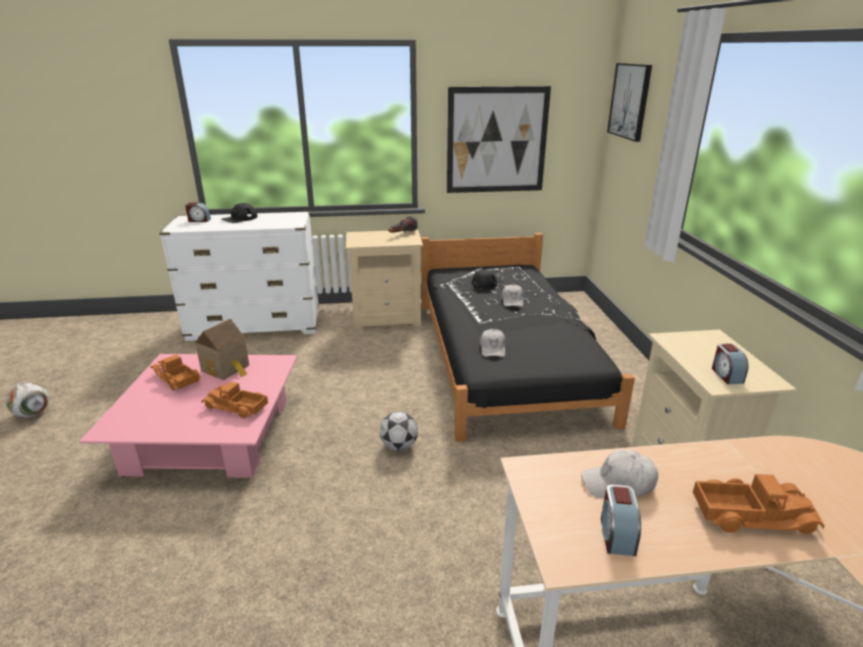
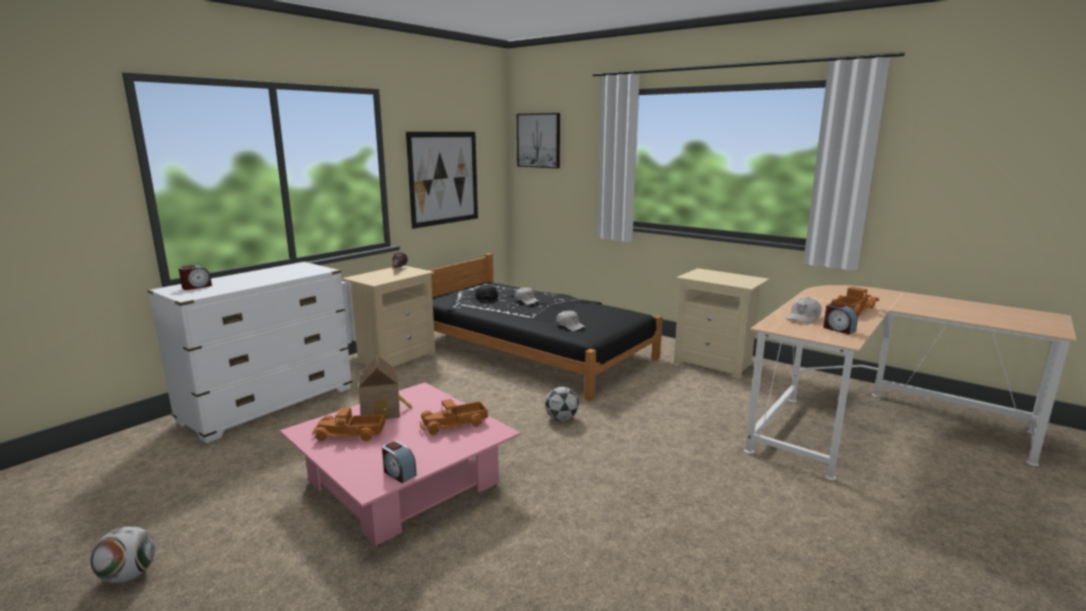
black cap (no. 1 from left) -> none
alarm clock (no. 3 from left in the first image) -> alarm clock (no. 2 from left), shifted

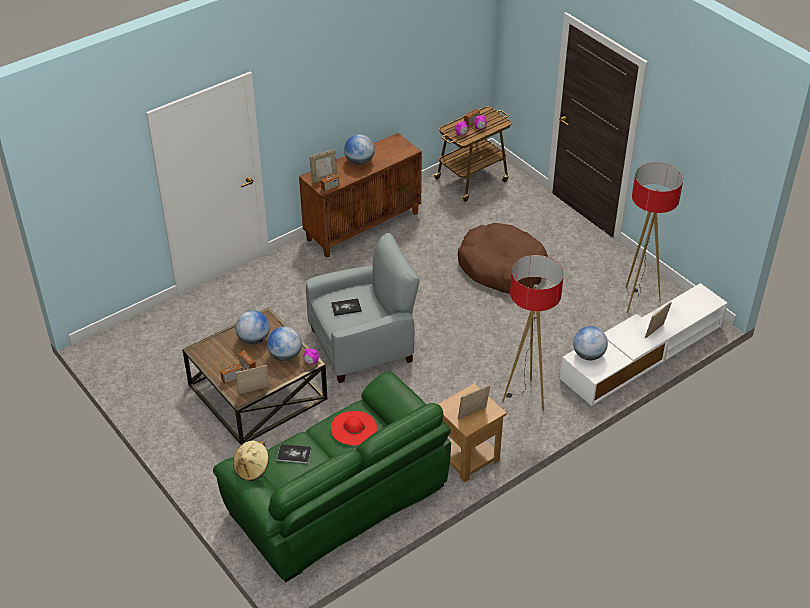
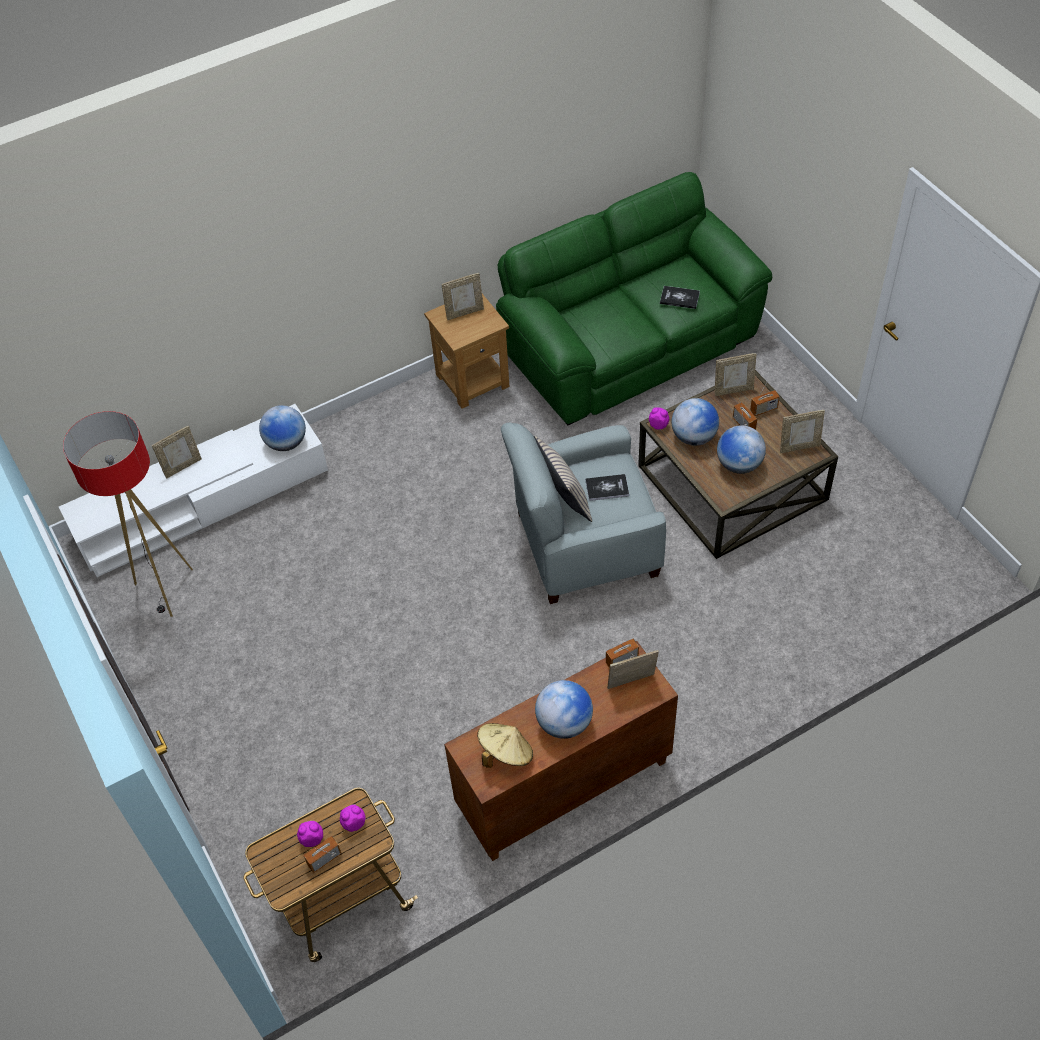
red hat -> none
brown dog bed -> none
floor lamp (no. 1 from left) -> none
none -> beige pillow
none -> picture frame (no. 5 from left)
beige hat, shifted

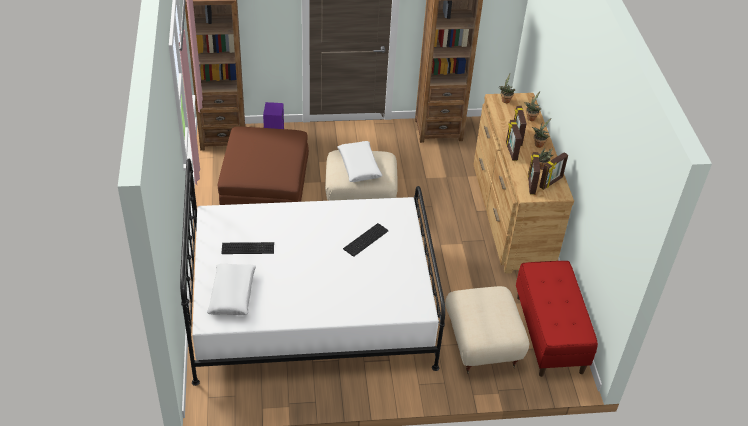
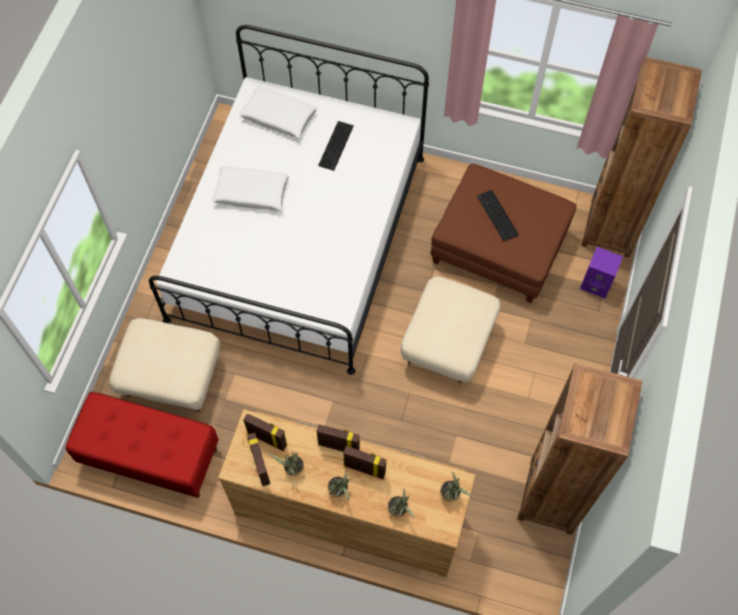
white pillow (no. 2 from left in the first image) -> white pillow (no. 1 from left), shifted
keyboard (no. 2 from left), shifted

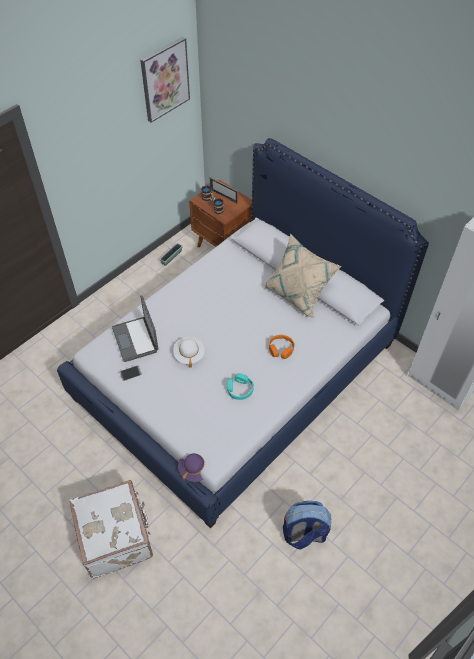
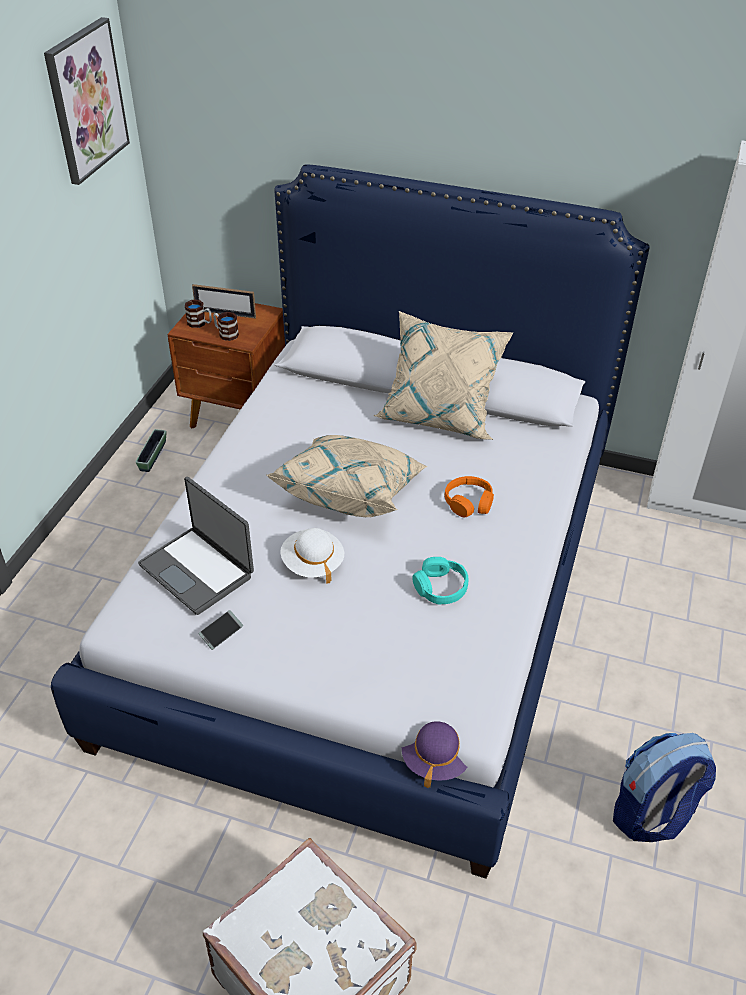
none -> beige pillow (no. 1 from left)

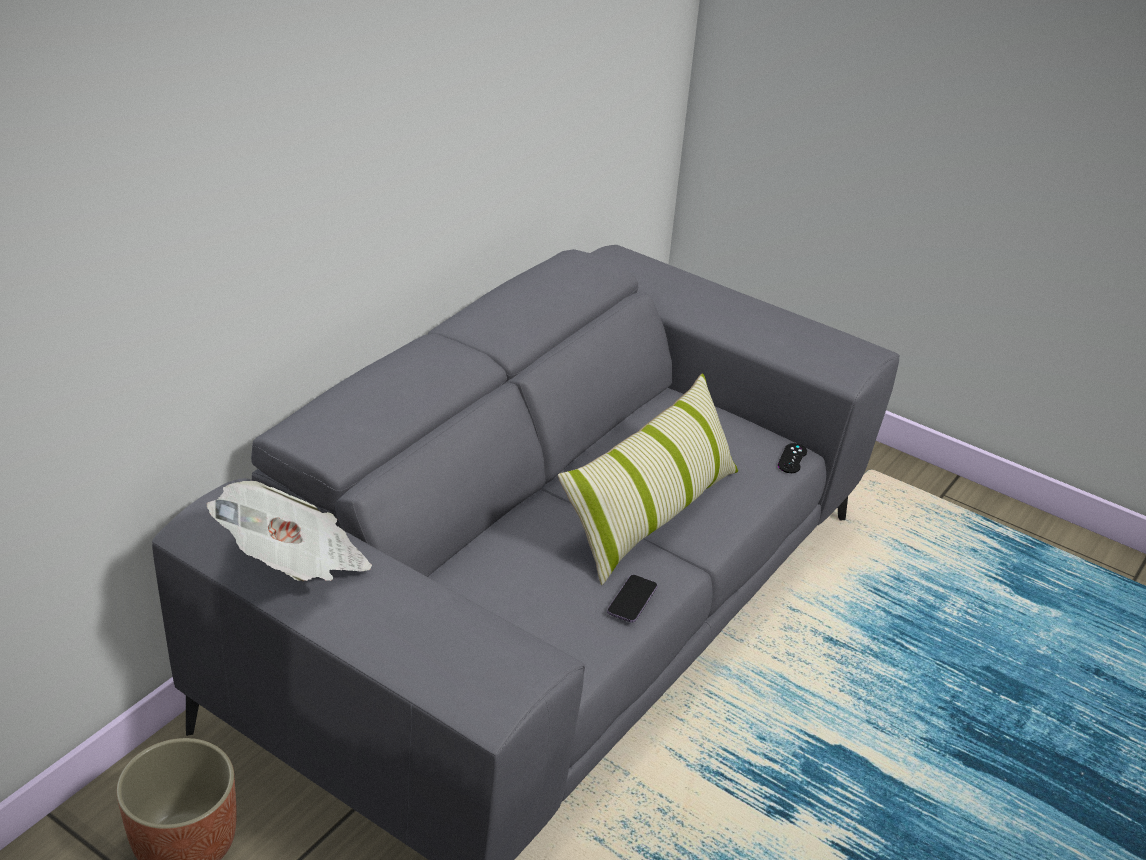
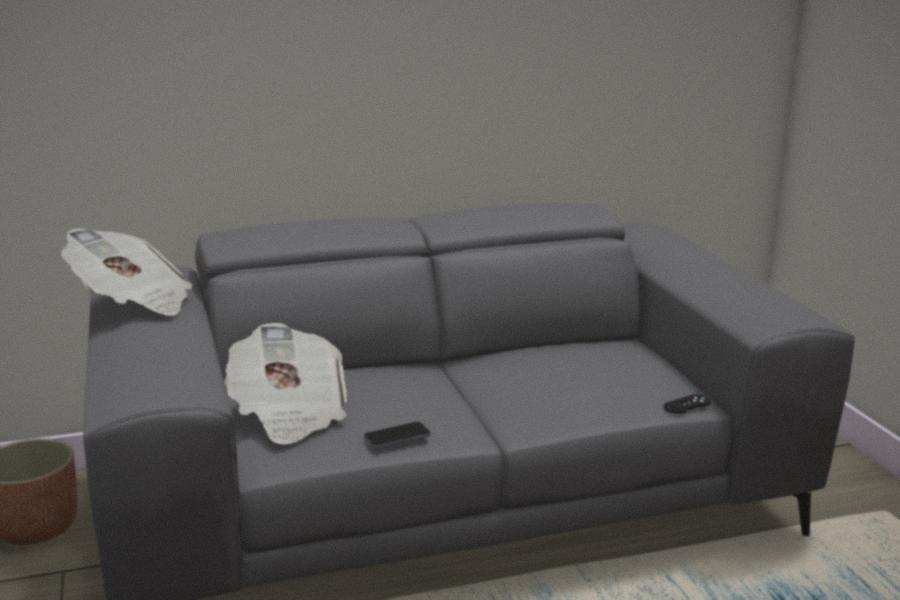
pillow -> none
none -> newspaper (no. 2 from left)

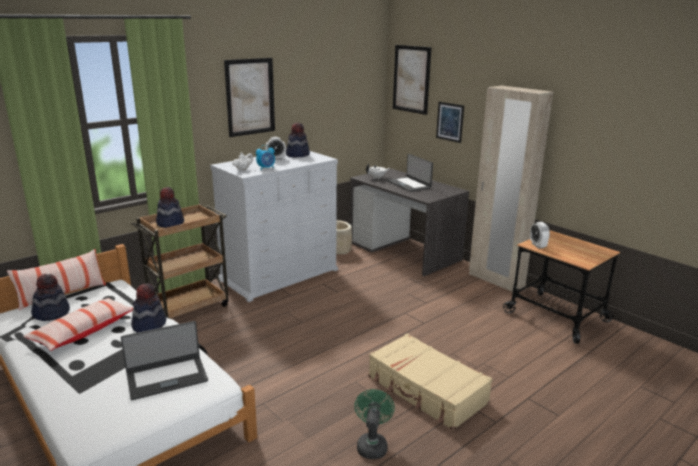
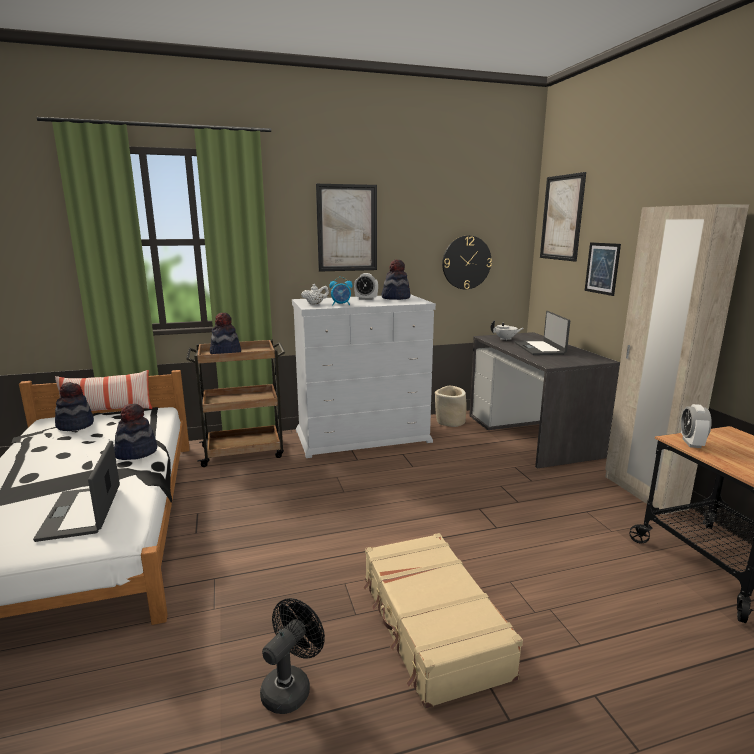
pillow (no. 2 from left) -> none
none -> wall clock
green fan -> black fan
laptop (no. 1 from left), 75 degrees clockwise

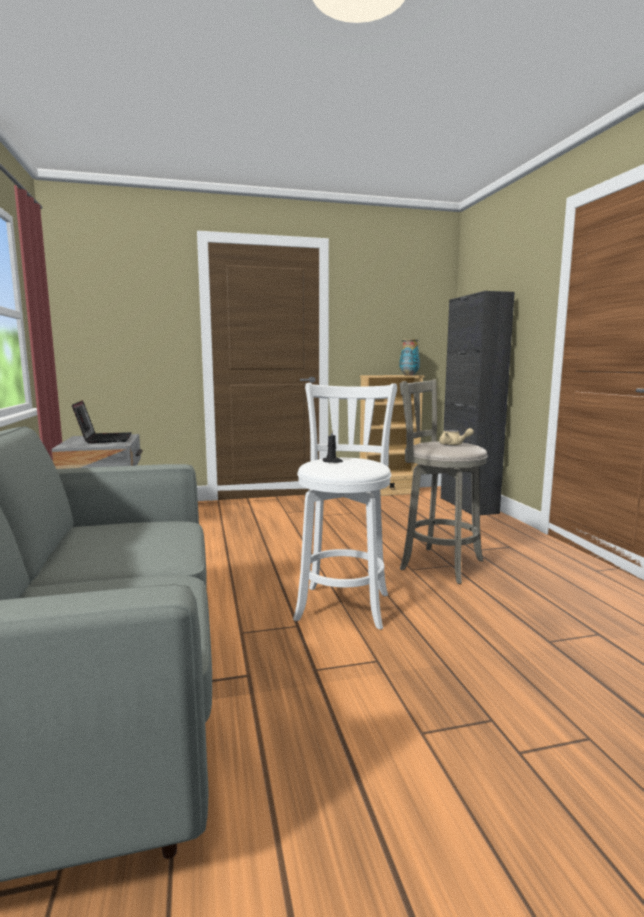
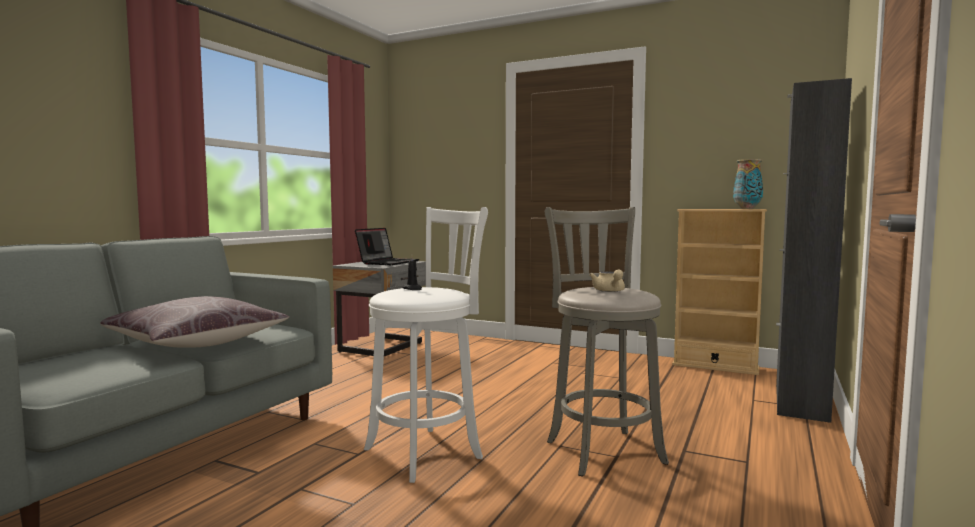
none -> brown pillow

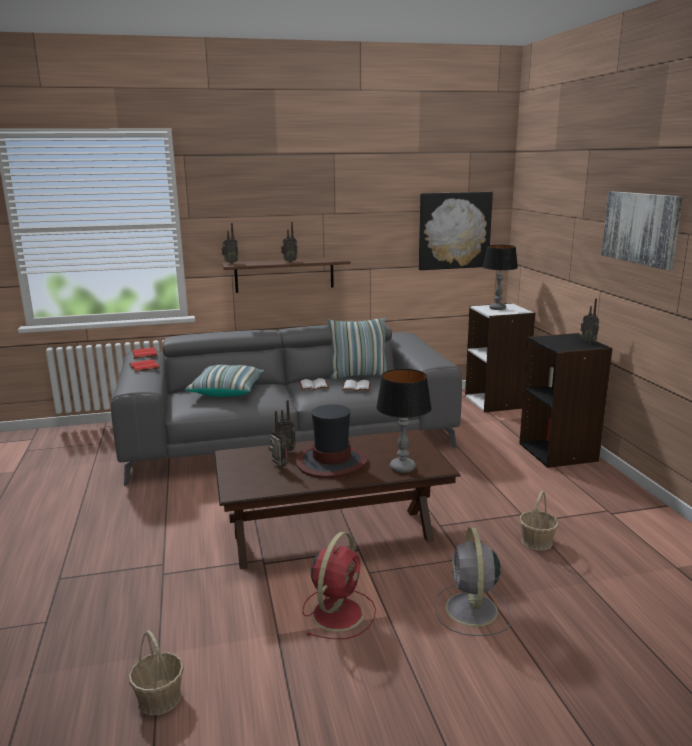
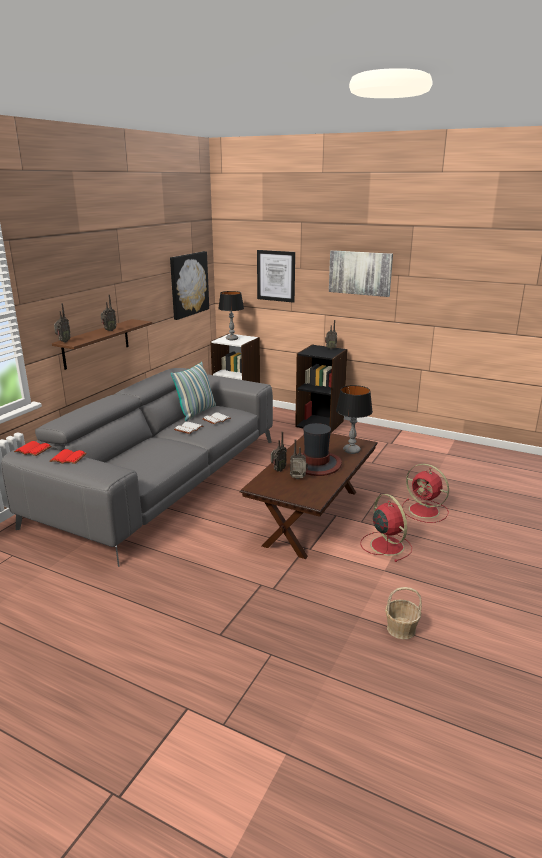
pillow (no. 1 from left) -> none
basket (no. 2 from left) -> none
none -> picture (no. 2 from left)
grey fan -> red fan (no. 2 from left)

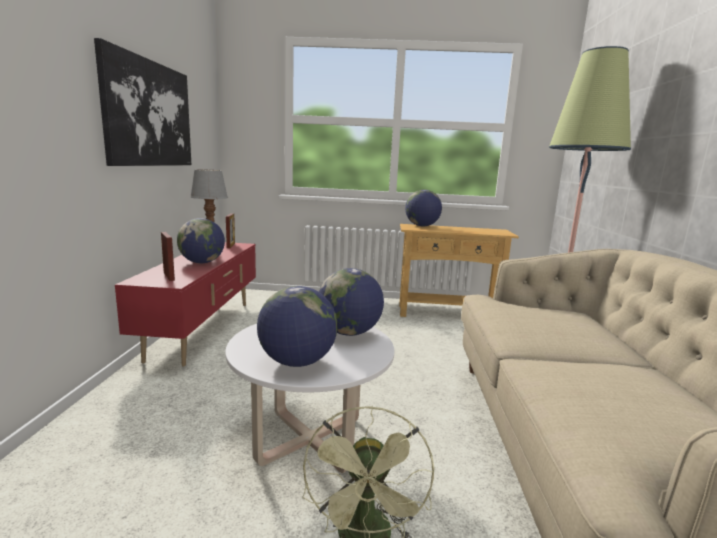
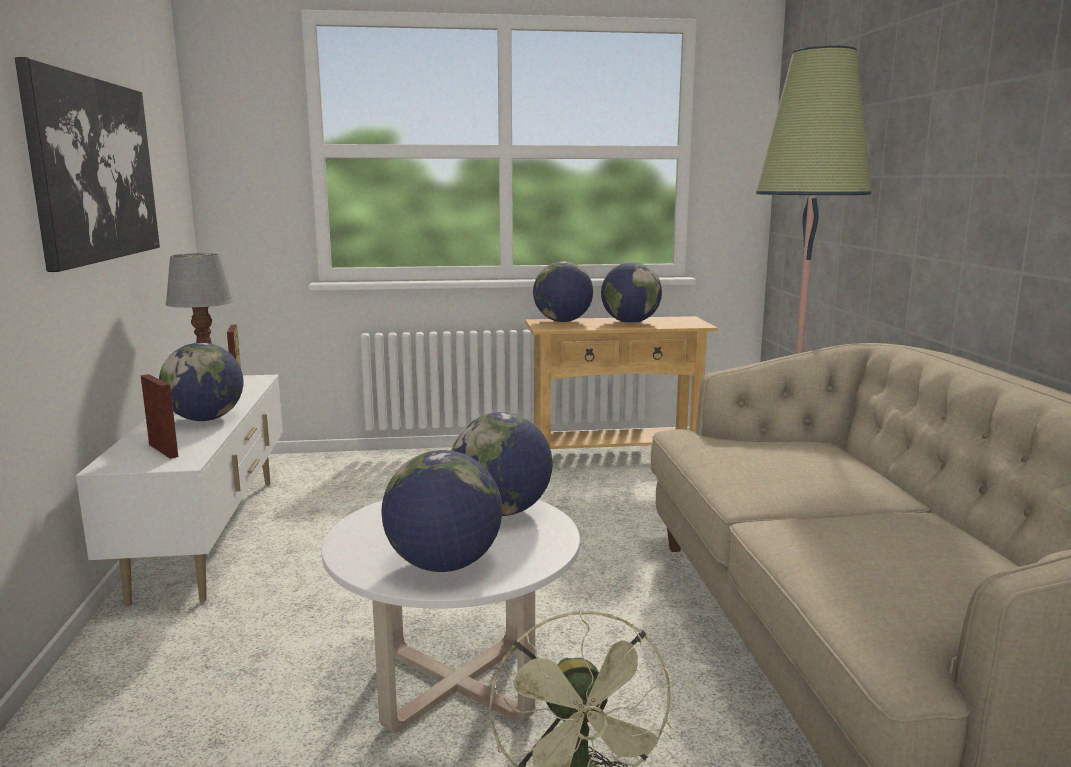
none -> globe (no. 5 from left)
red tv stand -> white tv stand

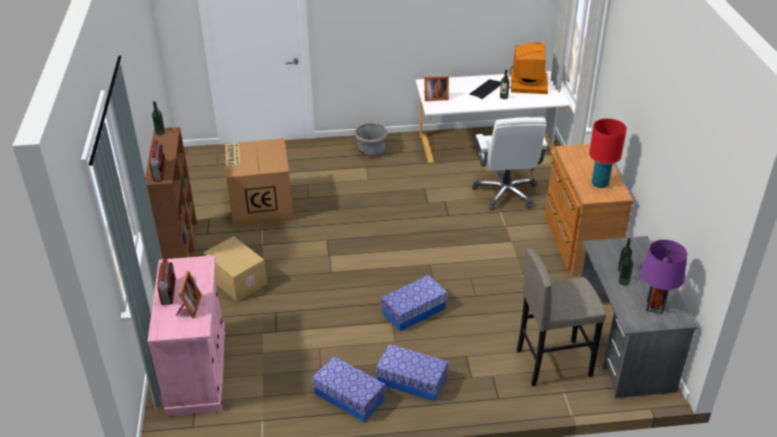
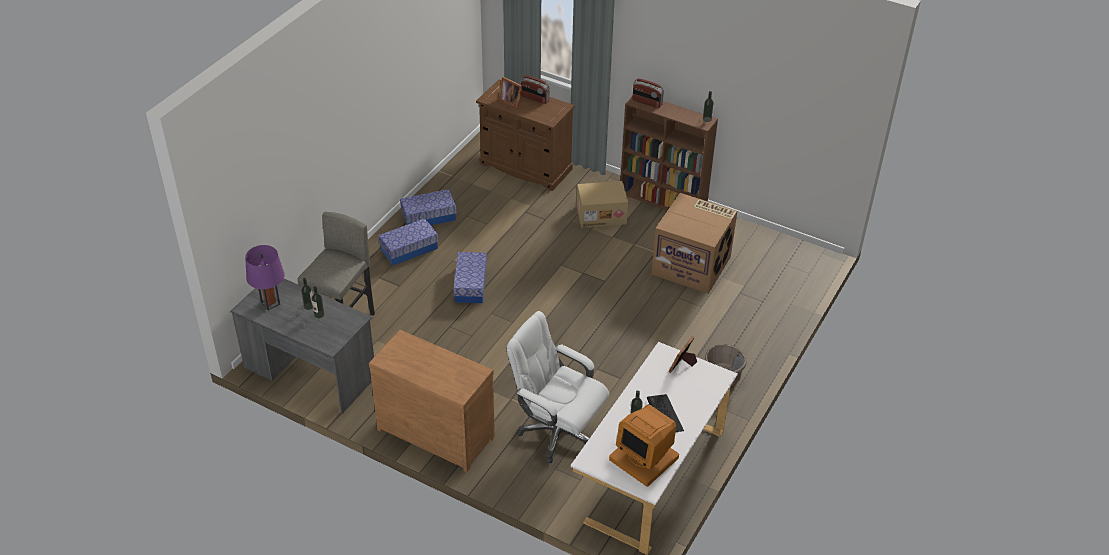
red table lamp -> none
pink cabinet -> brown cabinet

